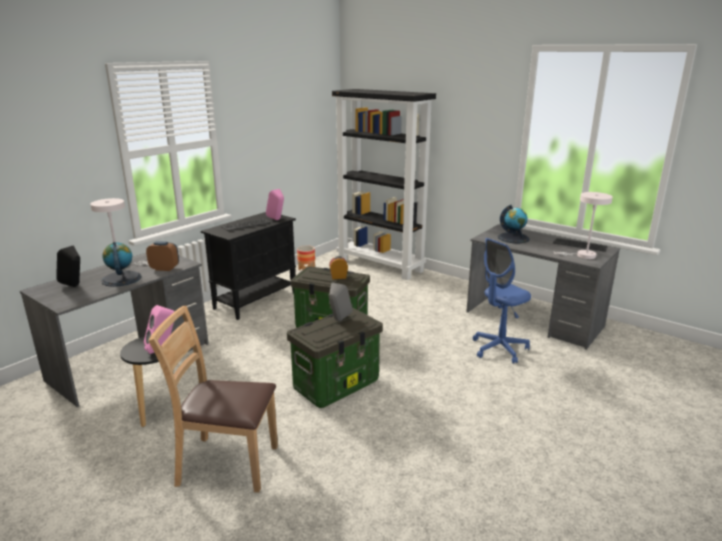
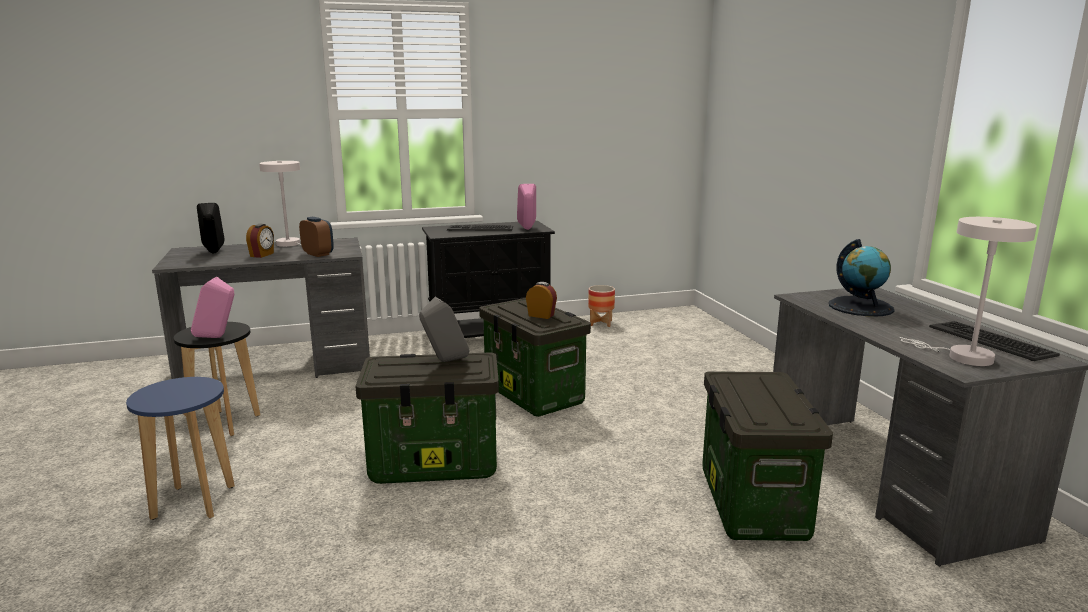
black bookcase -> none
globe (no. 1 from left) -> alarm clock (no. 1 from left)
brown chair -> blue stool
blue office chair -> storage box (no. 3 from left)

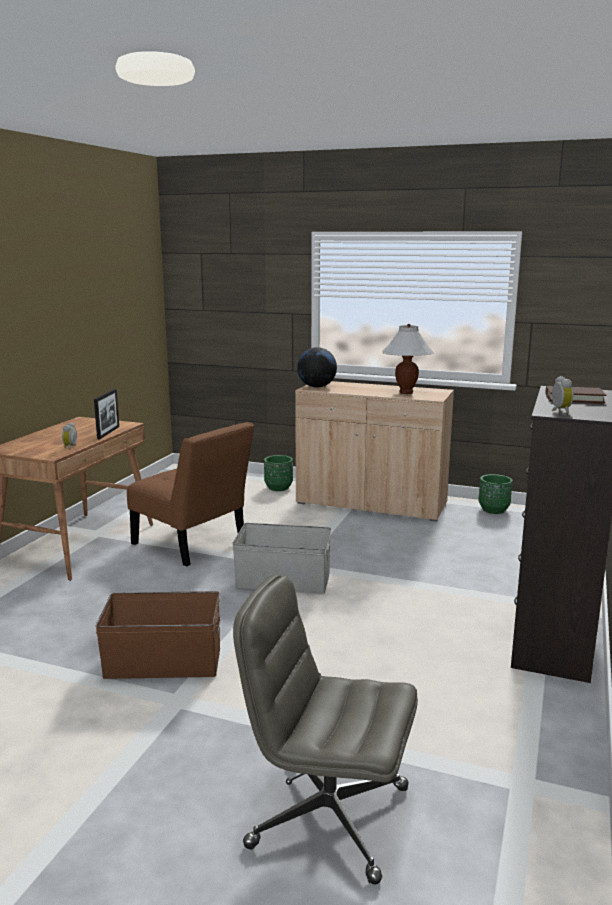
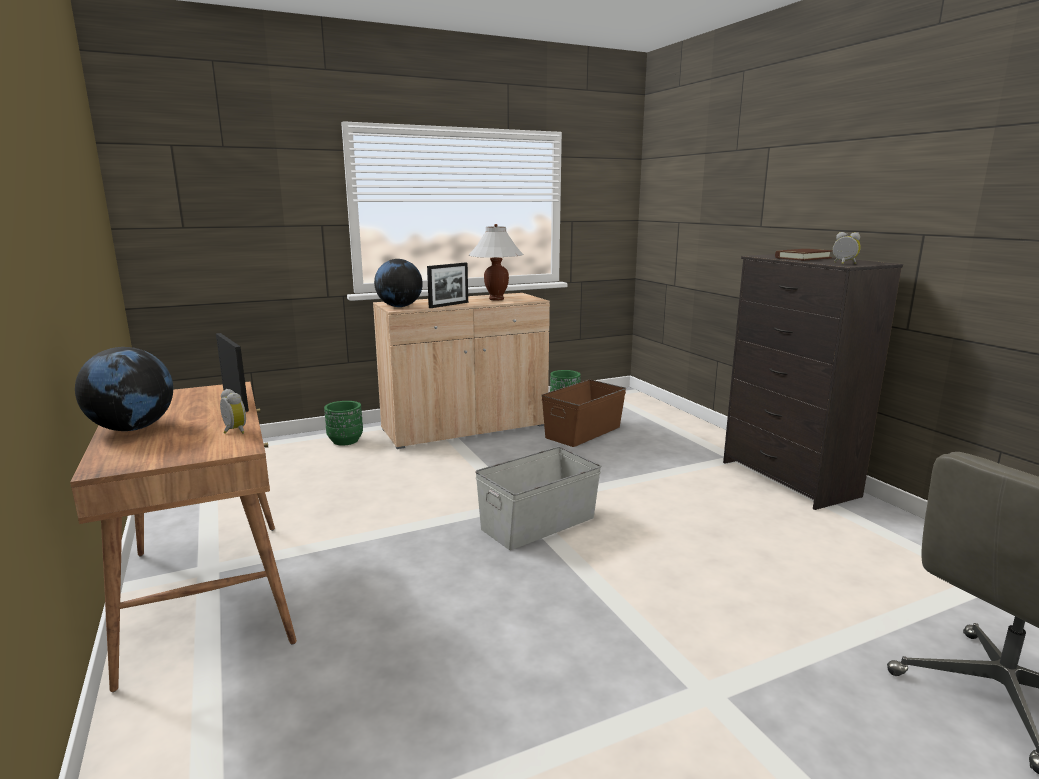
brown chair -> none
none -> globe (no. 1 from left)
none -> picture frame (no. 2 from left)
brown storage box, shifted

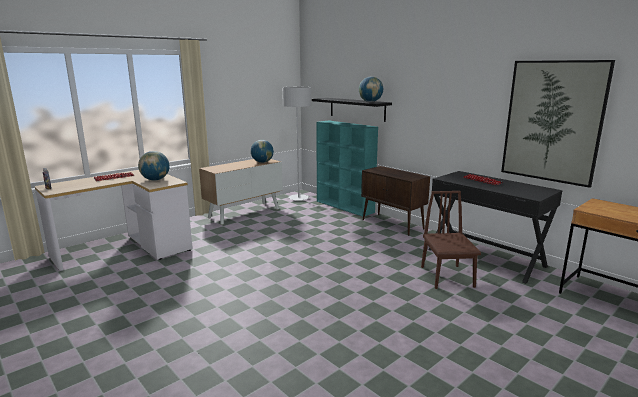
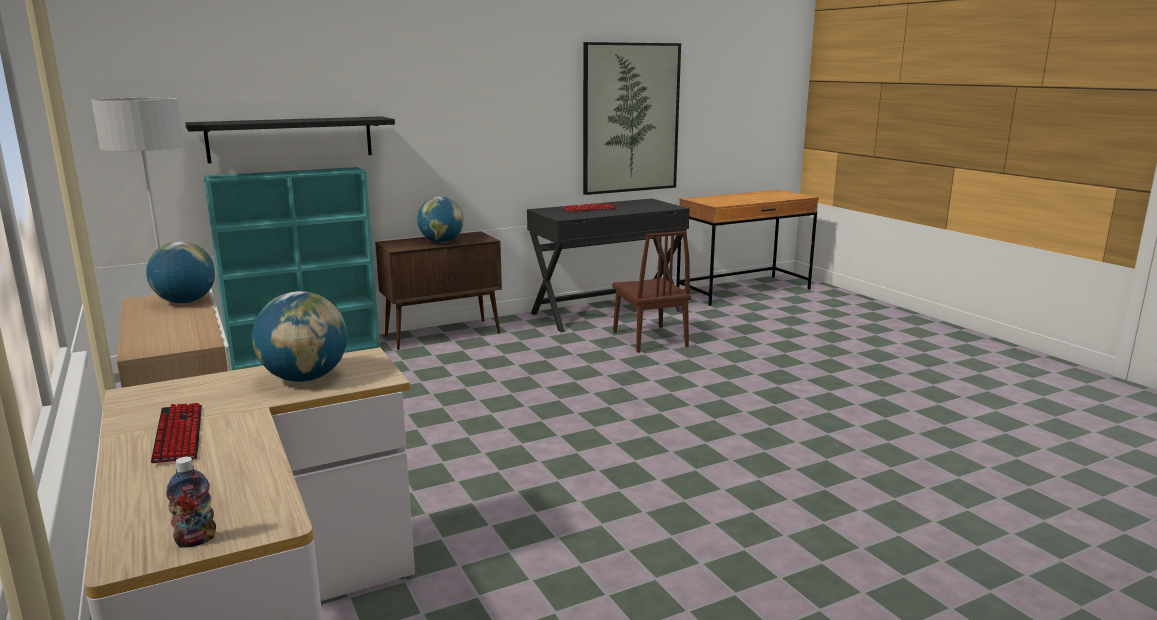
globe (no. 3 from left), shifted
brown chair, 120 degrees counterclockwise

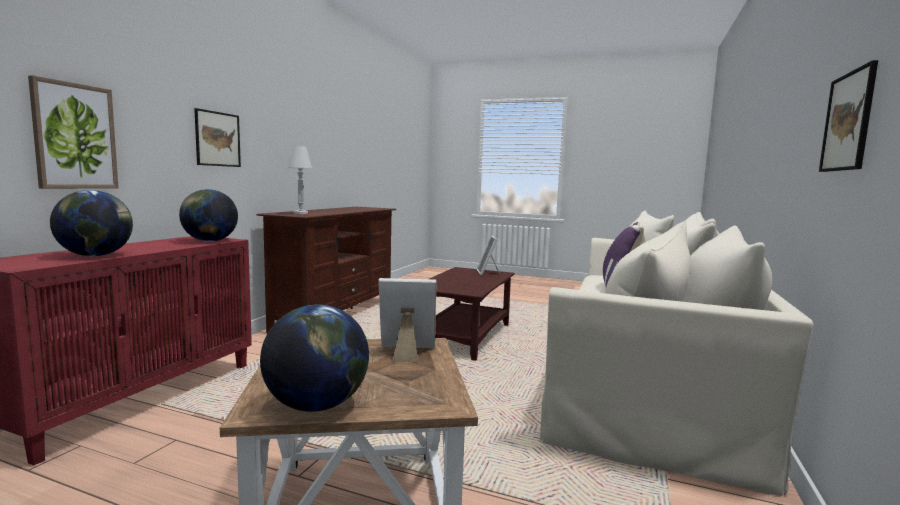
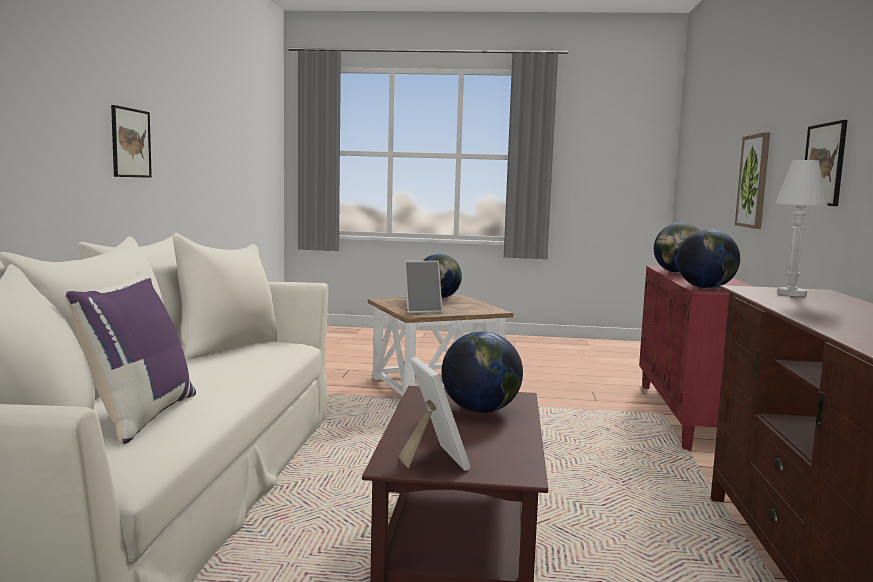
none -> globe (no. 2 from left)

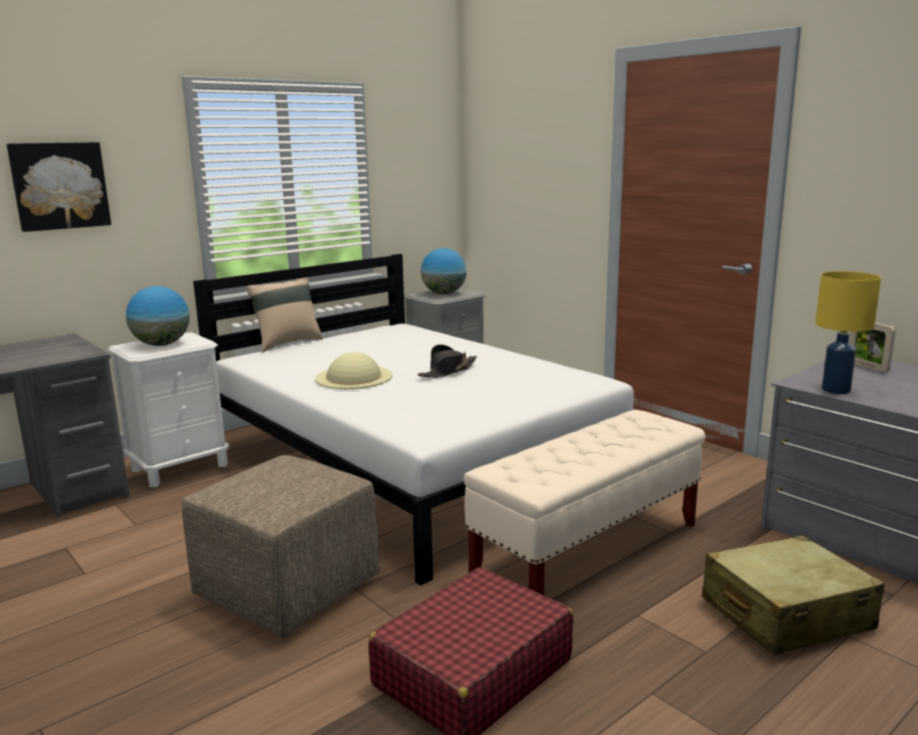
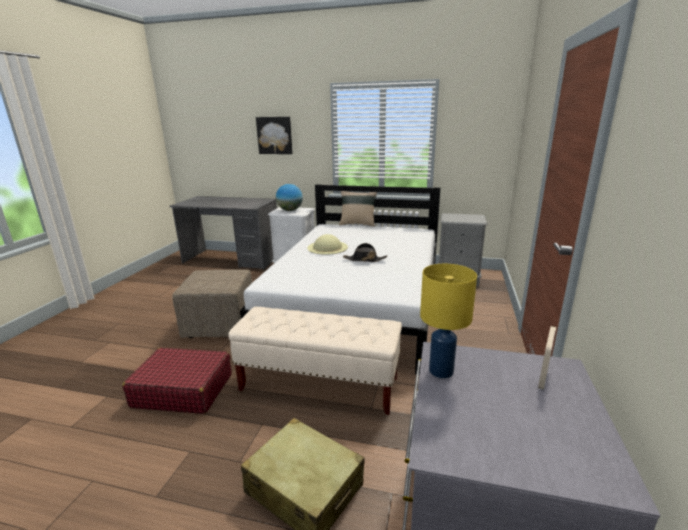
globe (no. 2 from left) -> none

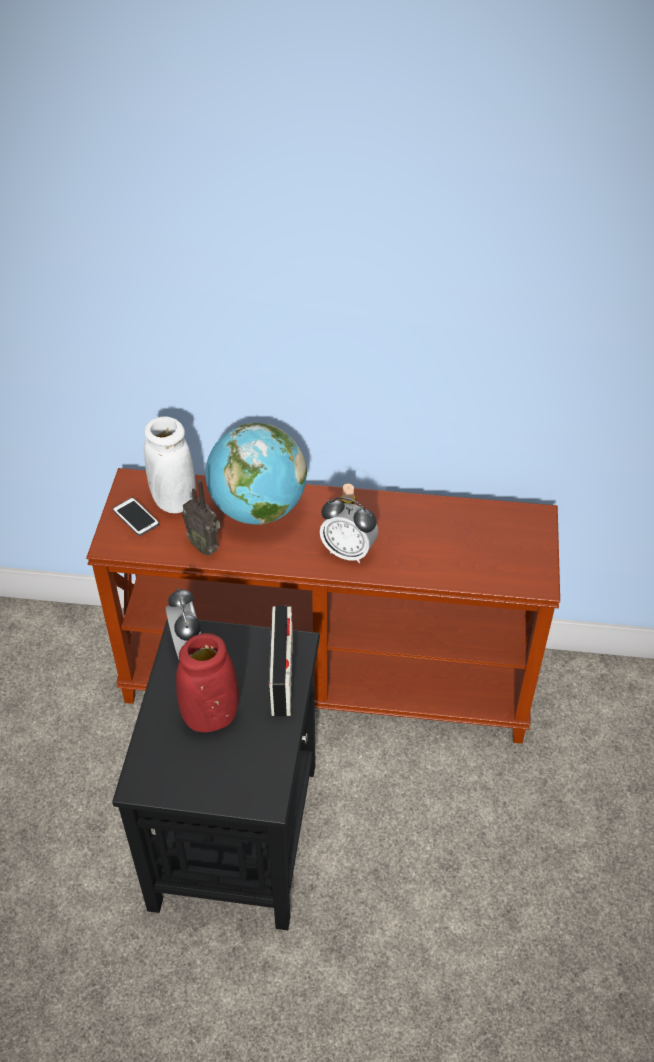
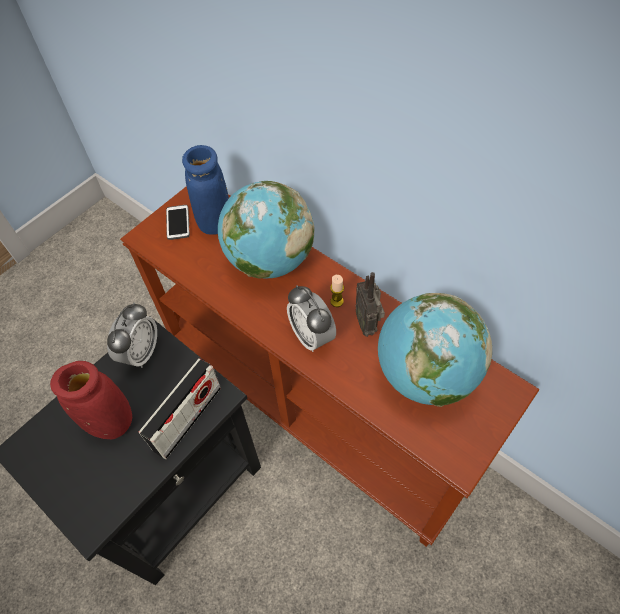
none -> globe (no. 2 from left)
radio (no. 1 from left in the first image) -> radio (no. 2 from left), shifted
white vase -> blue vase

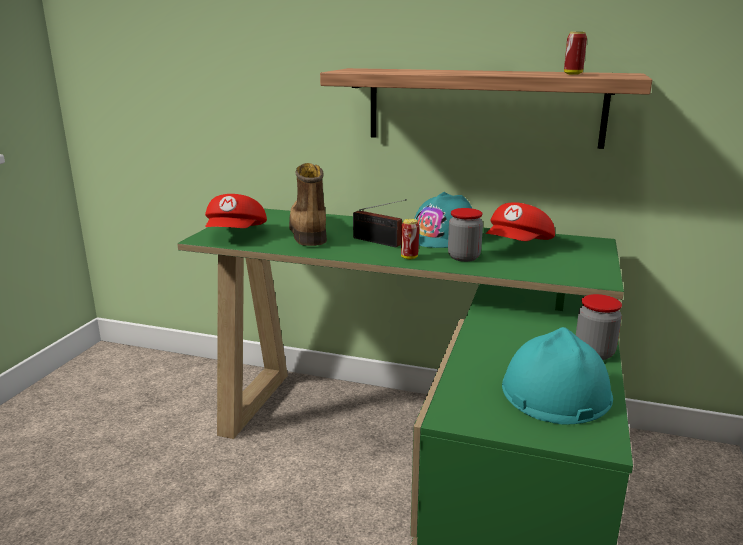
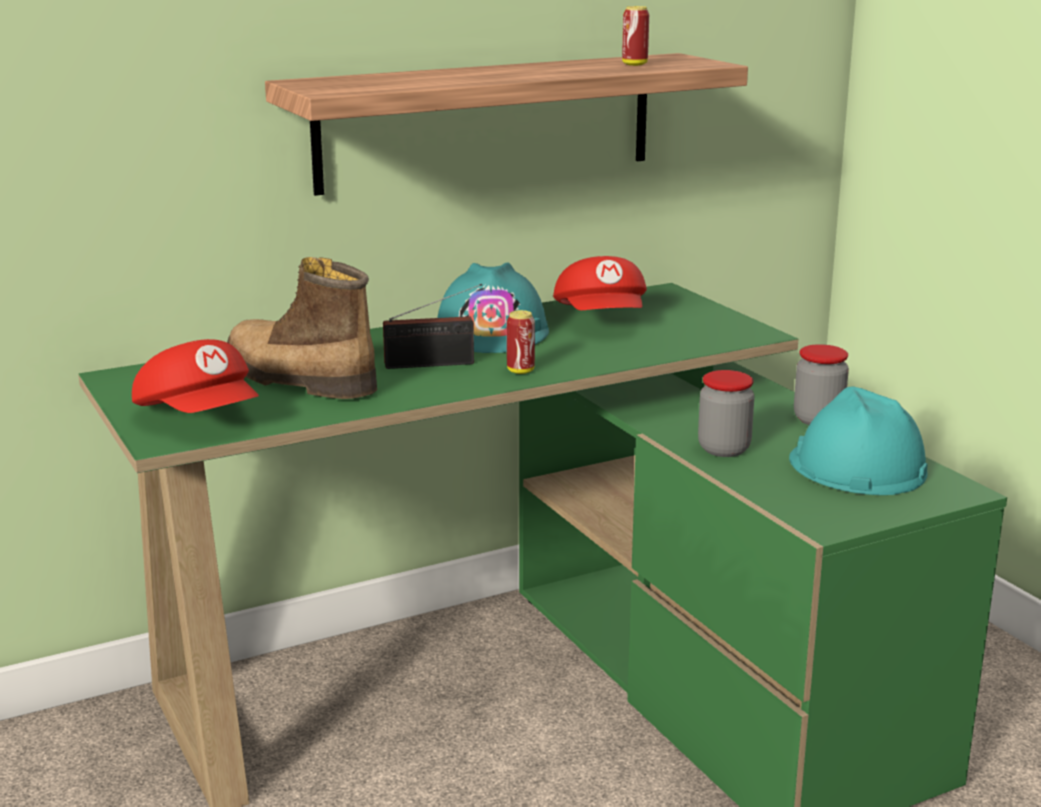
jar (no. 1 from left), shifted

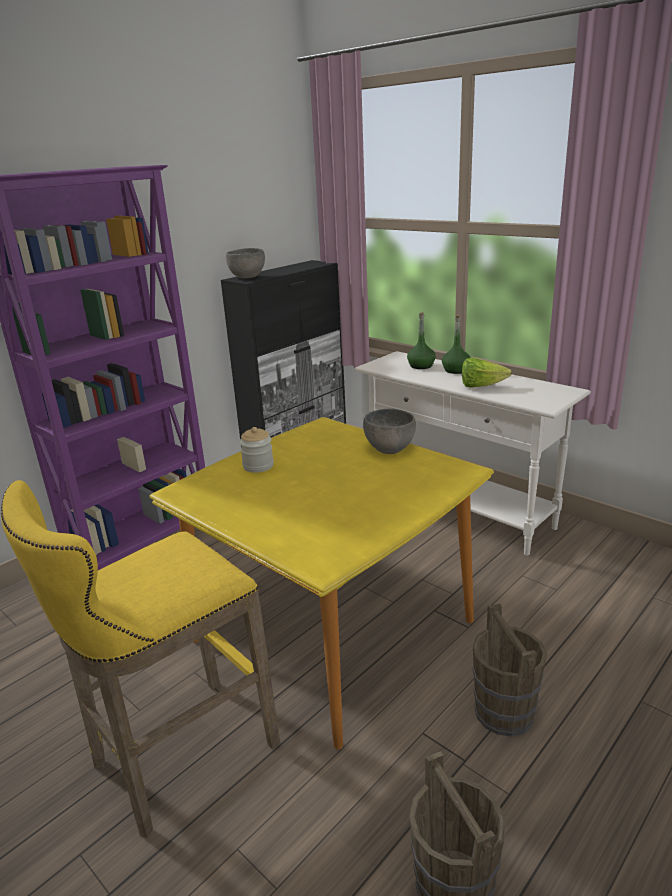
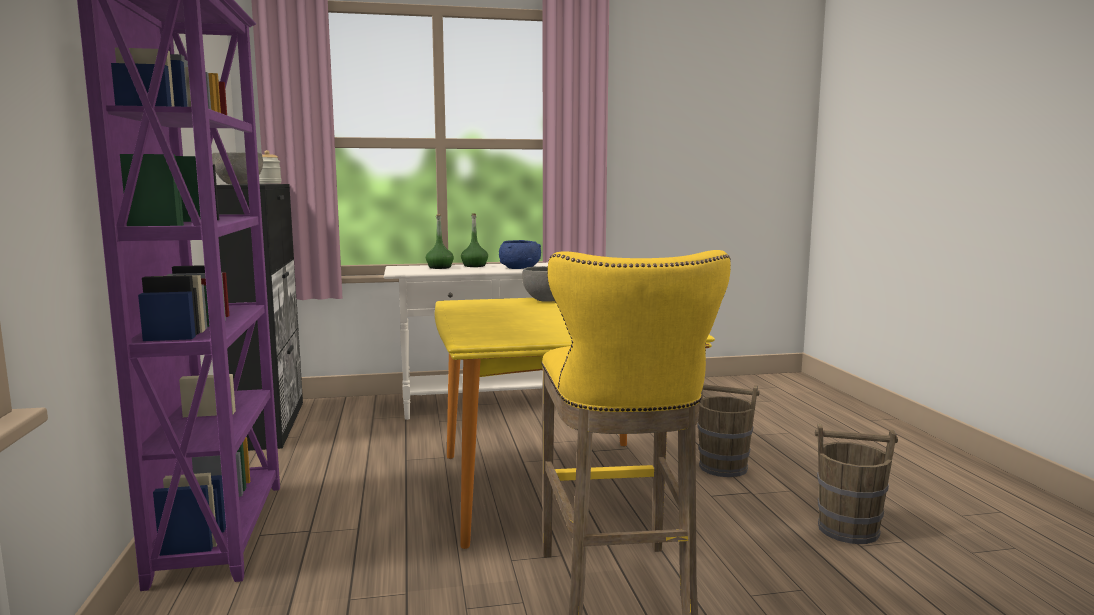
jar, shifted
lettuce -> blue bowl

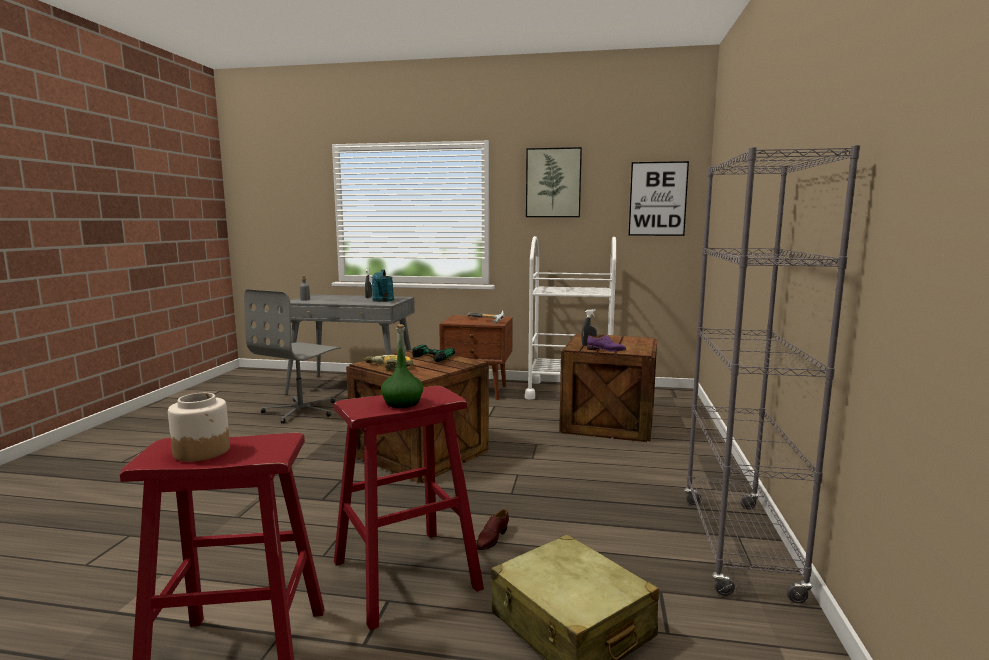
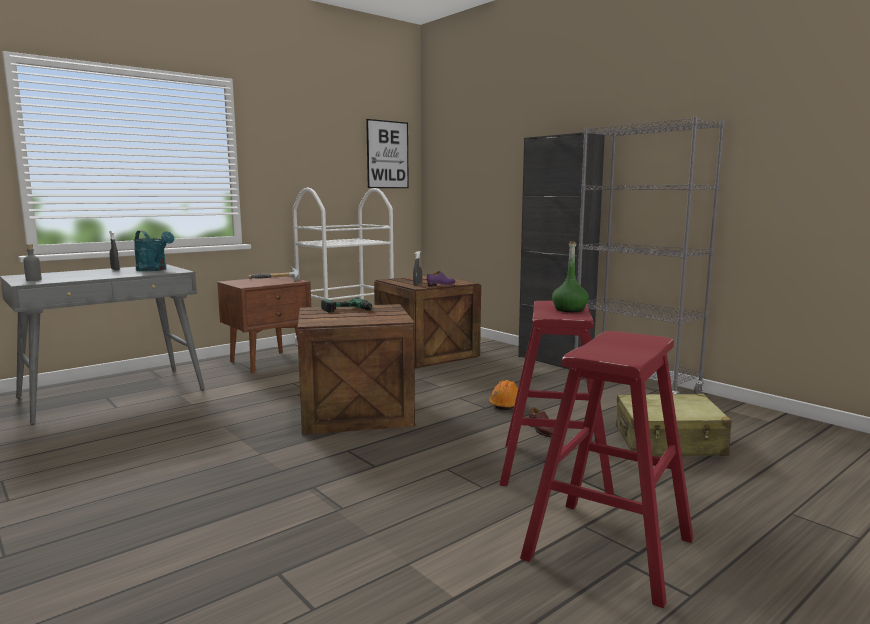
jar -> none
grey office chair -> none
power drill (no. 1 from left) -> none
picture (no. 1 from left) -> none
none -> orange hard hat
none -> black cabinet

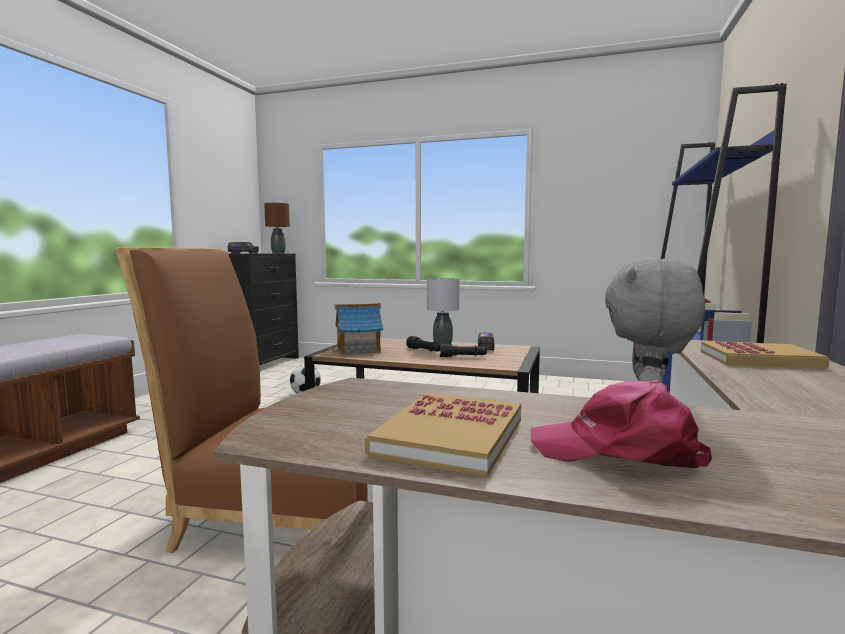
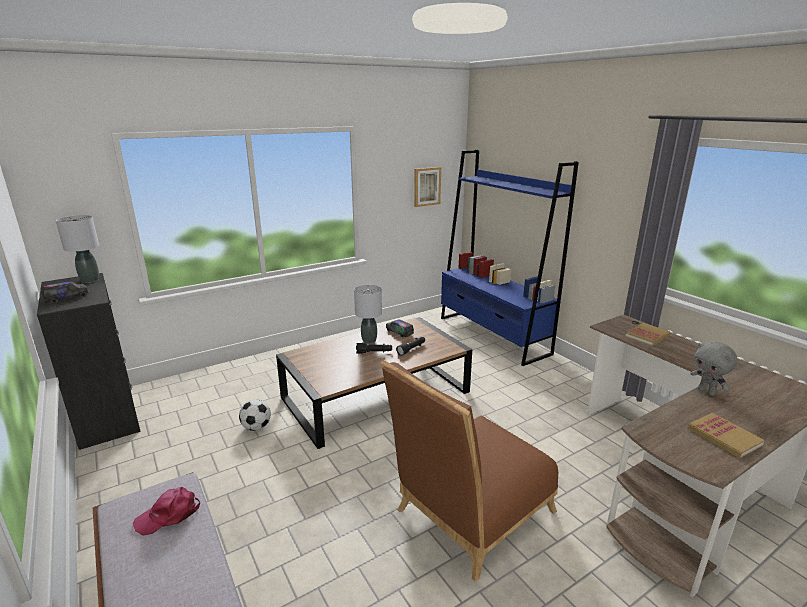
toy house -> none
none -> picture
pink cap, shifted
brown table lamp -> grey table lamp (no. 1 from left)

